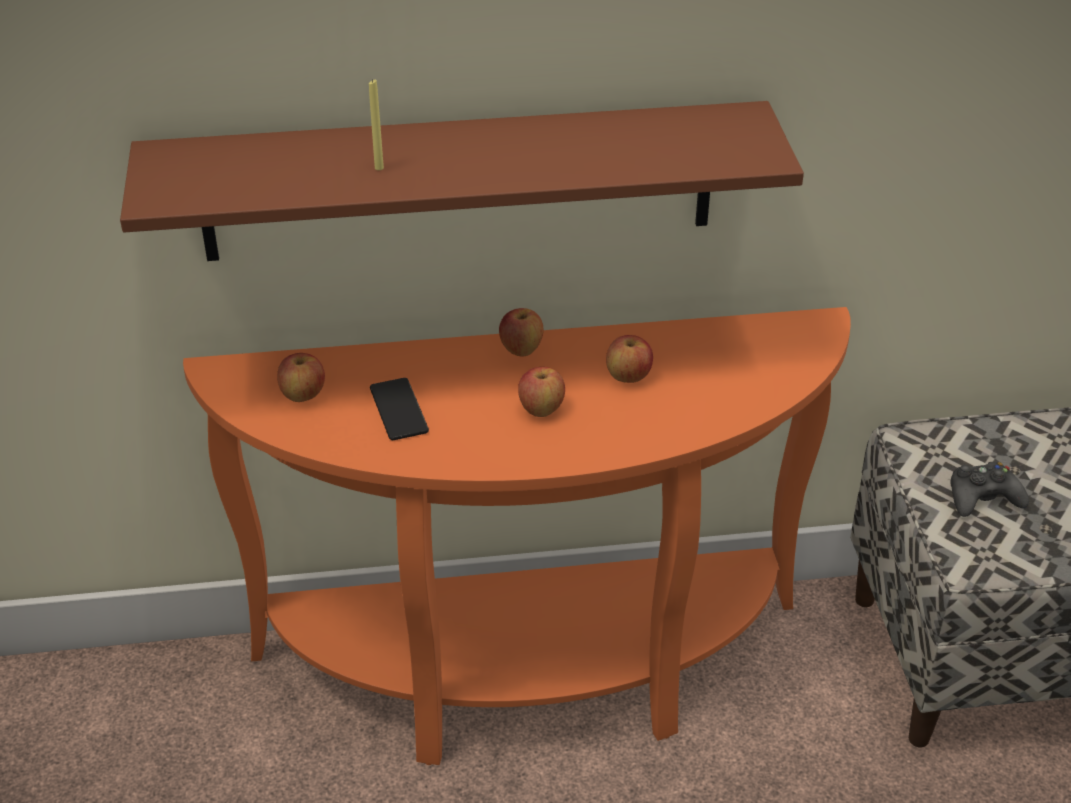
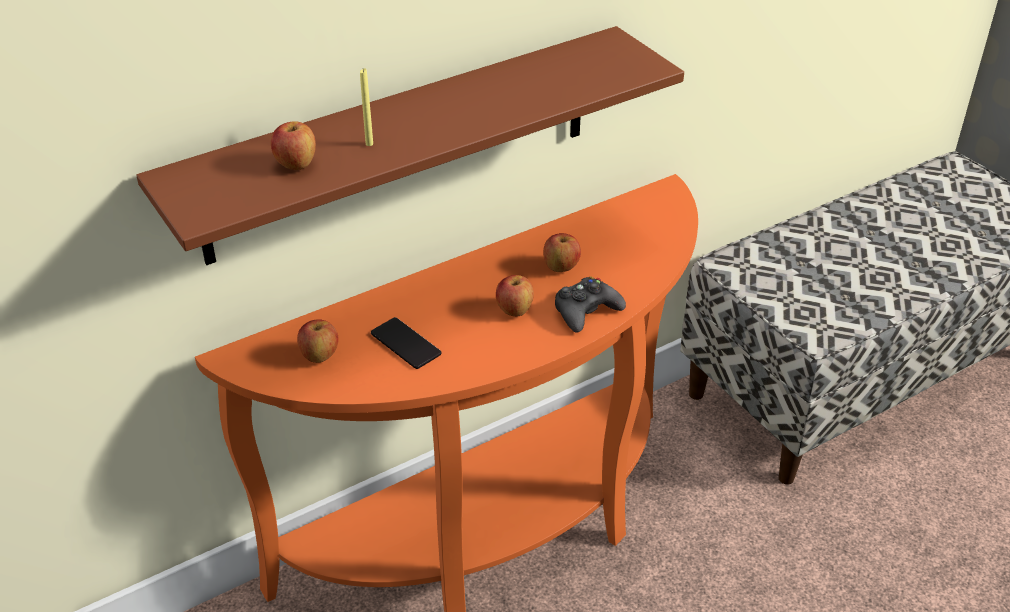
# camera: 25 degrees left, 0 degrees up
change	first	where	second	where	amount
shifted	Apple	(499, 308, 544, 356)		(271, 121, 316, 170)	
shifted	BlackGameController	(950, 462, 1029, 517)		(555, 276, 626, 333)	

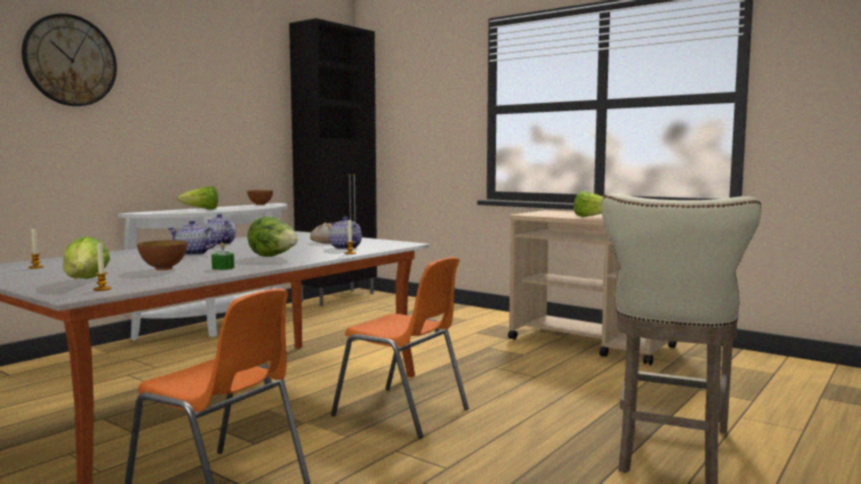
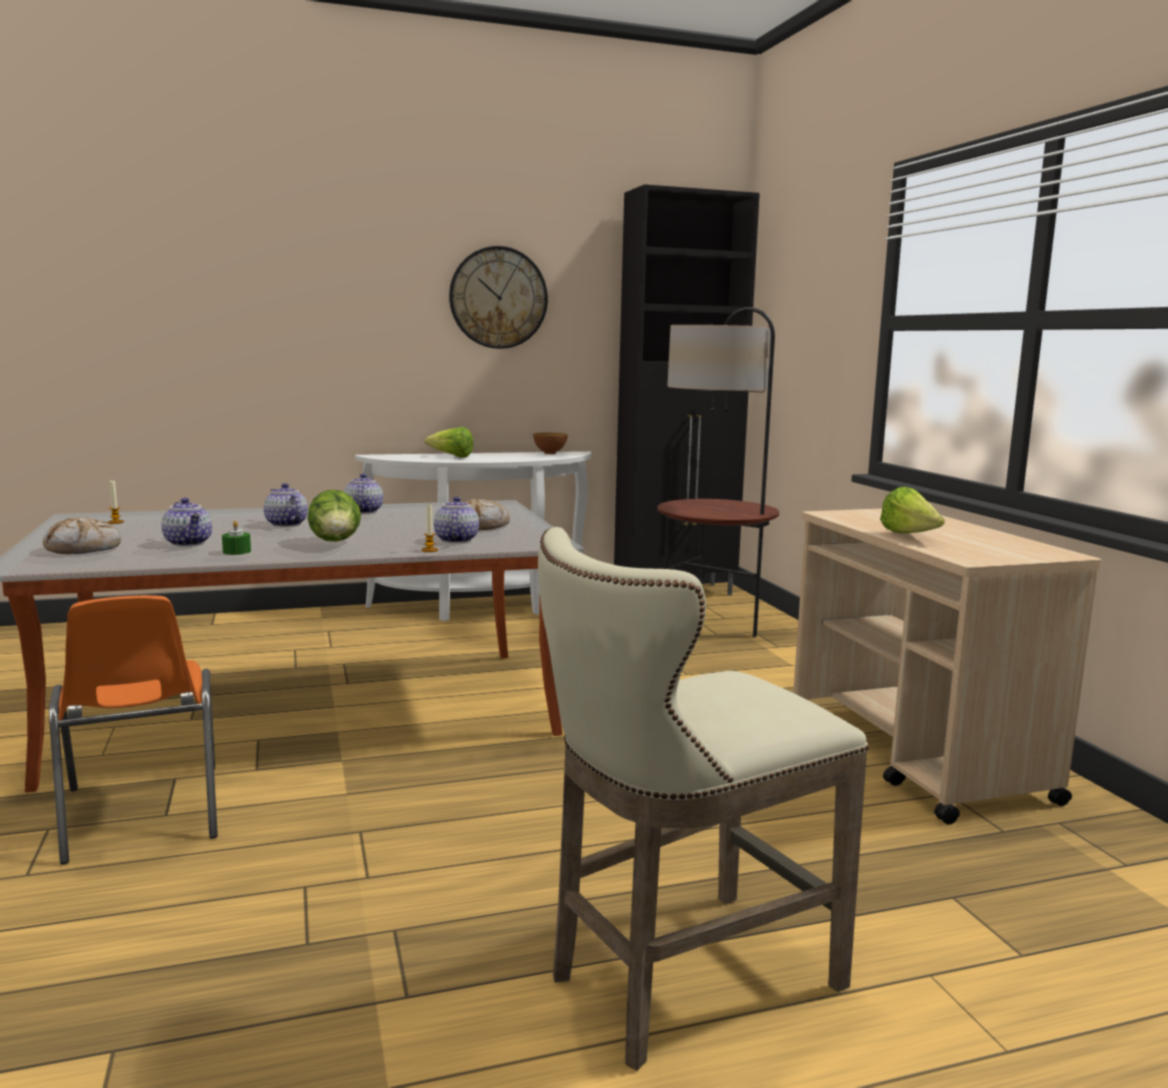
# camera: 35 degrees right, 5 degrees up
change	first	where	second	where	amount
shifted	WallClock	(22, 13, 117, 106)		(449, 246, 548, 349)	
swapped	Lettuce	(63, 236, 110, 279)	Bread	(43, 516, 121, 554)	
swapped	Bowl	(137, 240, 187, 270)	Teapot	(161, 498, 212, 547)	
gone	Candle	(93, 241, 111, 291)			
gone	OrangeChair	(331, 257, 469, 439)			
new			FloorLamp	(658, 307, 779, 637)	

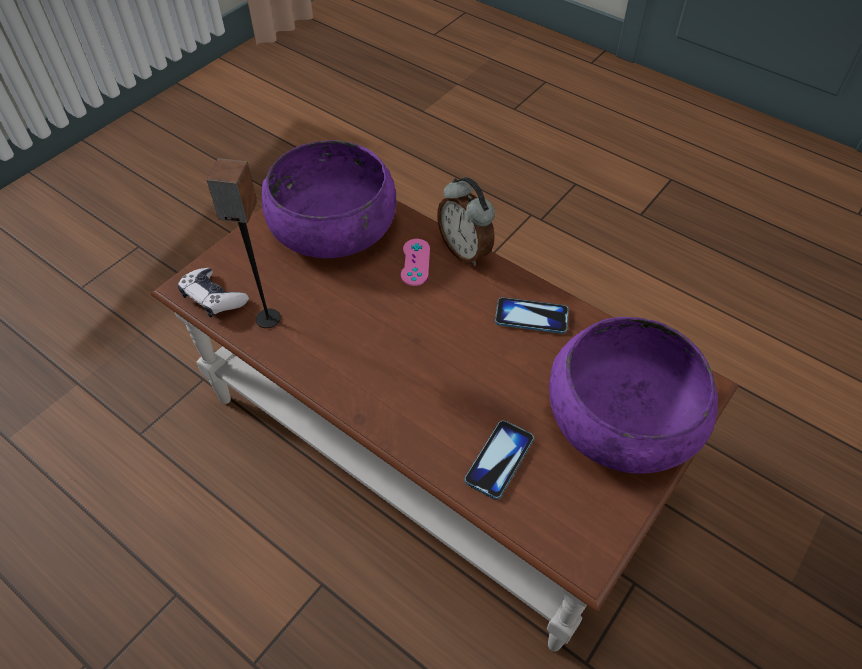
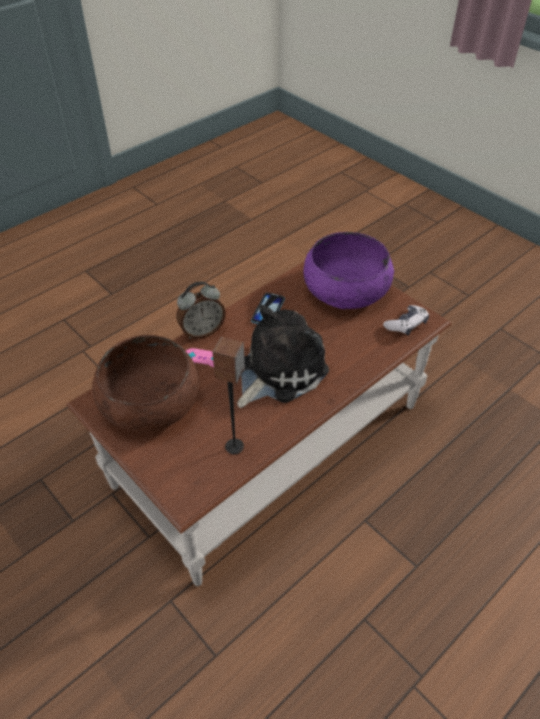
# camera: 80 degrees left, 5 degrees down
change	first	where	second	where	amount
repainted	PurpleBowl	(262, 140, 396, 258)	BrownBowl	(92, 335, 200, 432)	
shifted	GameController	(178, 268, 249, 317)		(383, 305, 429, 336)	
gone	Phone	(465, 420, 534, 499)			
new			PlushToy	(237, 305, 329, 408)	

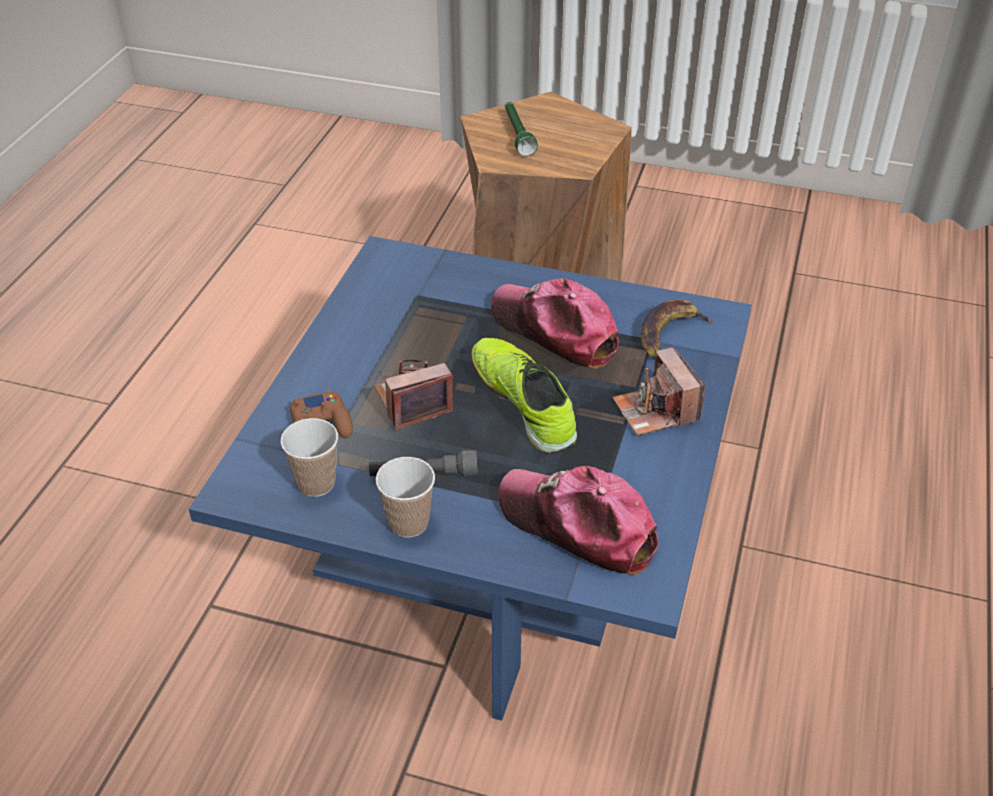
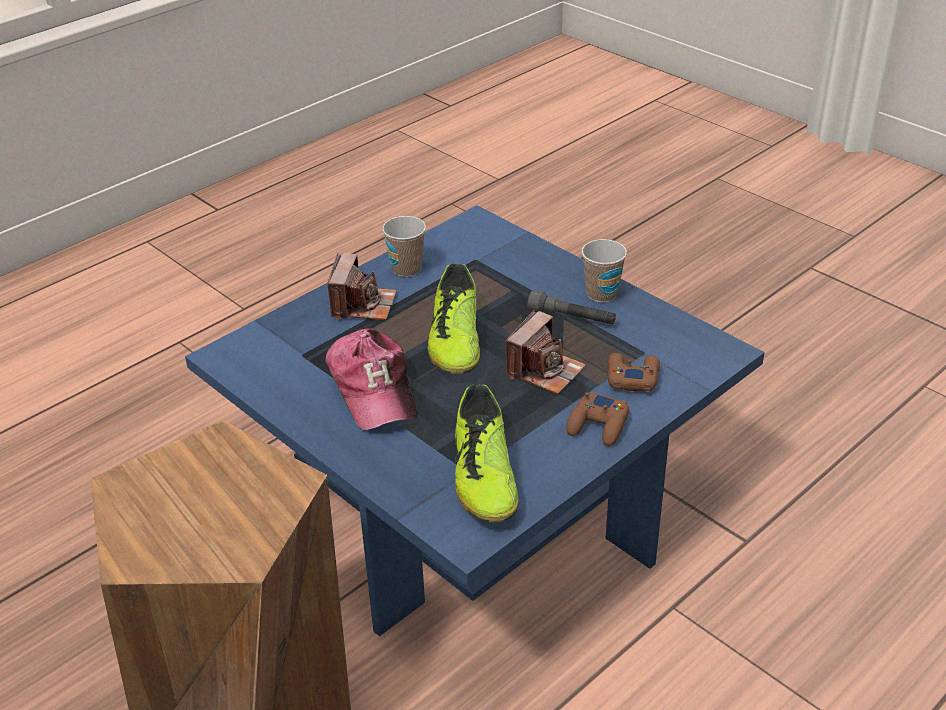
# camera: 150 degrees left, 5 degrees down
change	first	where	second	where	amount
gone	GreenFlashlight	(505, 102, 538, 156)			
gone	Banana	(641, 299, 714, 359)			
rotated	PhotoCamera	(374, 360, 453, 430)		(506, 310, 586, 394)	60 degrees counterclockwise
shifted	Cup	(281, 418, 338, 497)		(382, 216, 426, 277)	
gone	Cap	(498, 466, 658, 575)			
new			Shoe	(455, 385, 518, 522)	
new			BrownGameController	(566, 392, 629, 446)	

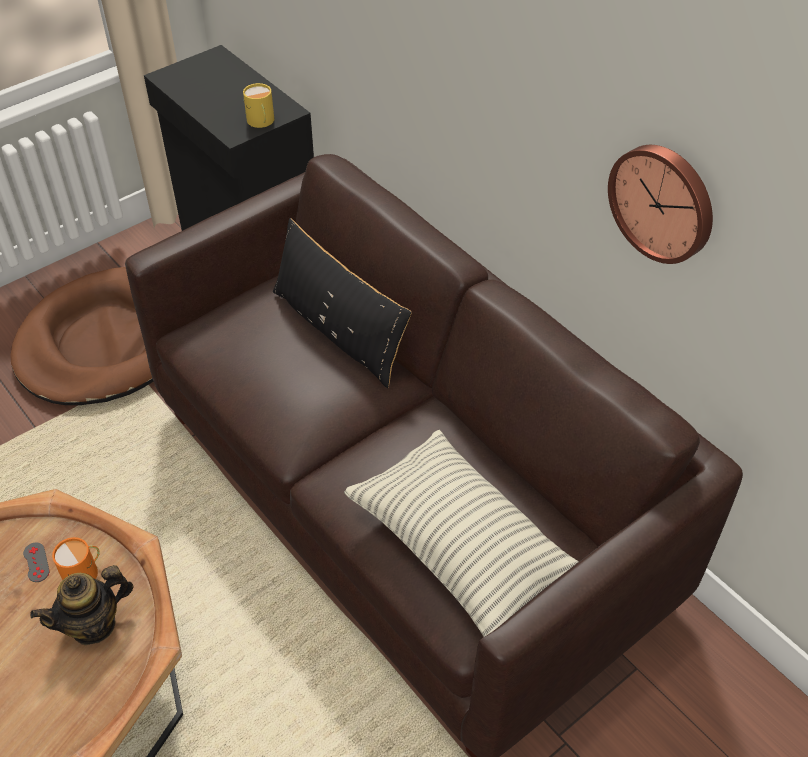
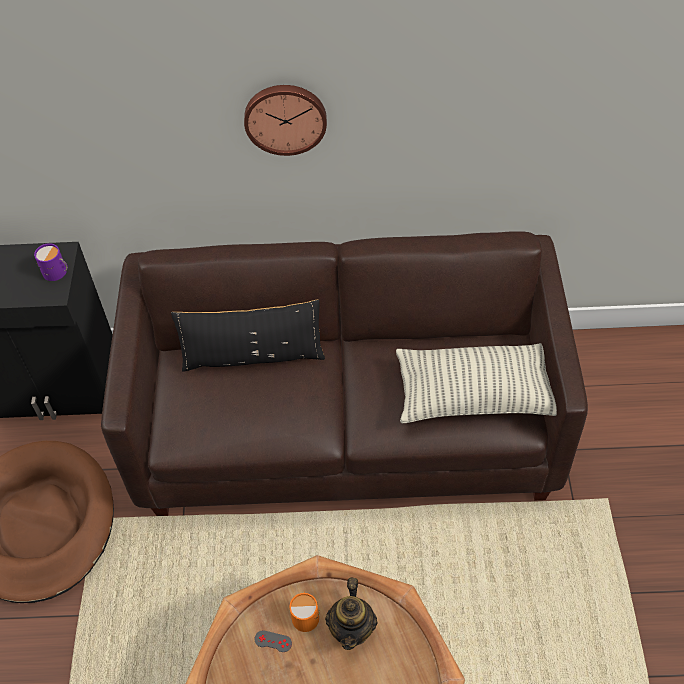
# camera: 50 degrees left, 5 degrees up
change	first	where	second	where	amount
repainted	YellowMug	(243, 83, 274, 128)	PurpleMug	(34, 243, 68, 281)	
shifted	WallClock	(608, 145, 713, 264)		(244, 85, 327, 156)	

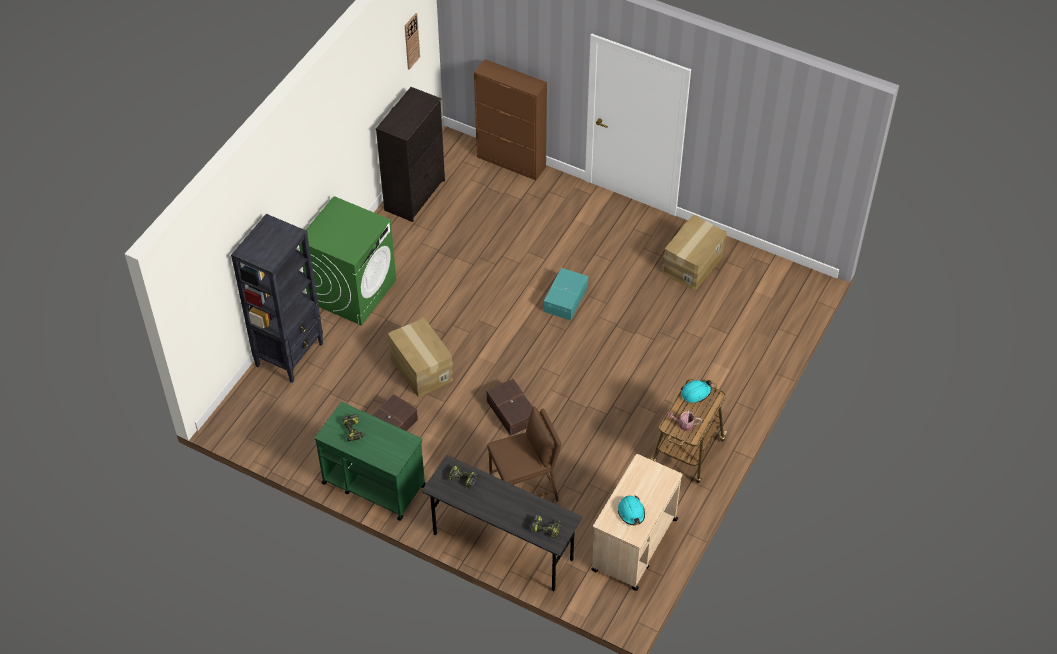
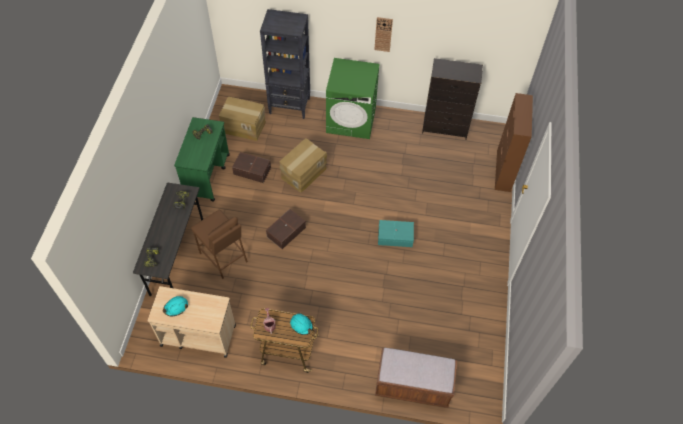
# camera: 70 degrees right, 5 degrees up
change	first	where	second	where	amount
shifted	WallClock	(405, 13, 420, 70)		(374, 17, 393, 52)	
shifted	CardboardBox	(663, 215, 727, 290)		(219, 97, 266, 141)	
new			BrownBench	(375, 348, 457, 408)	

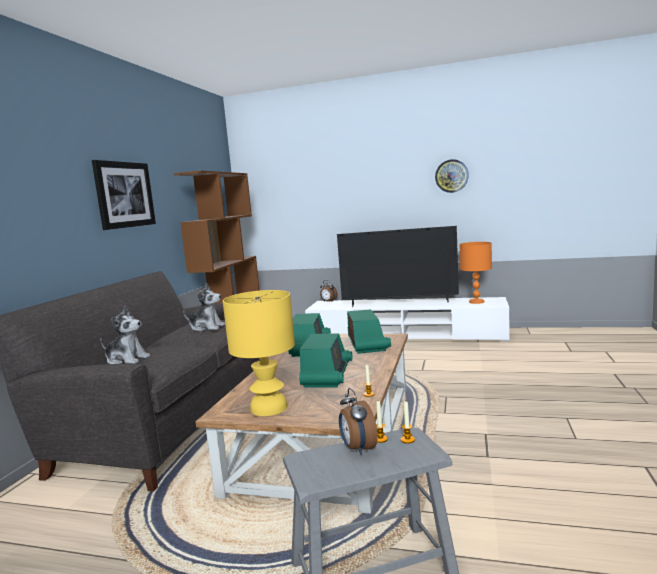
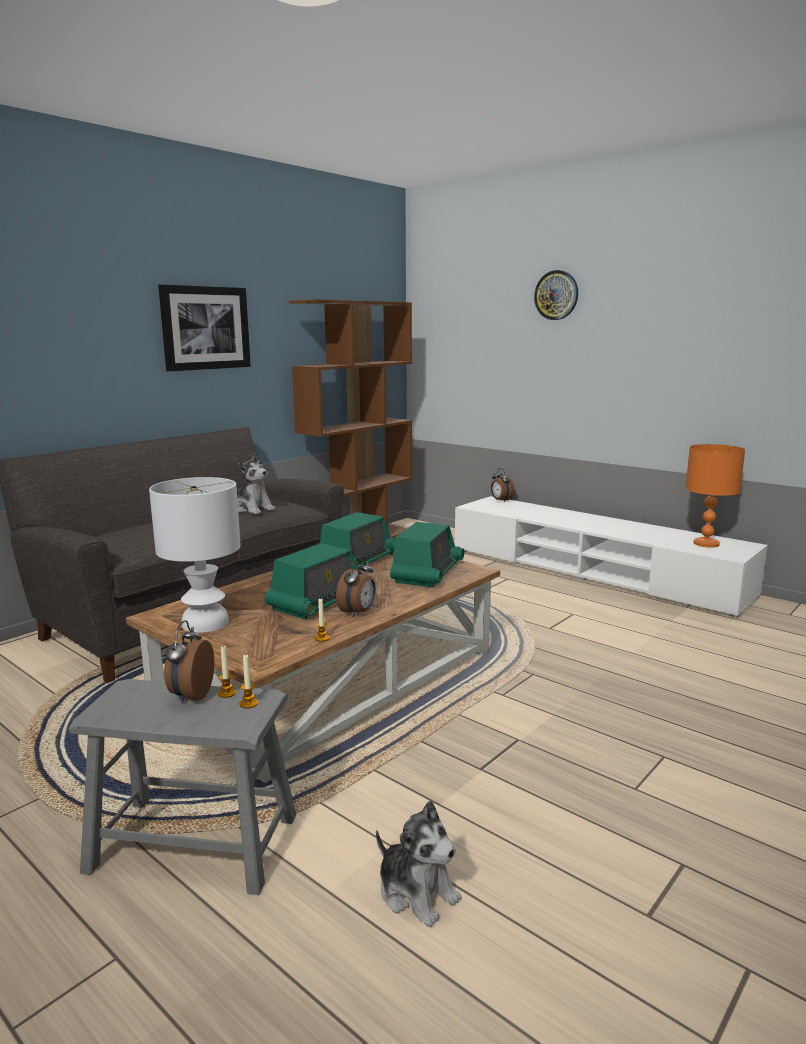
# camera: 25 degrees right, 5 degrees up
change	first	where	second	where	amount
shifted	WallClock	(435, 159, 469, 193)		(534, 270, 578, 320)	
gone	Television	(337, 226, 459, 307)			
repainted	YellowTableLamp	(223, 290, 295, 416)	WhiteTableLamp	(149, 477, 241, 633)	
shifted	PlushToy	(100, 306, 150, 364)		(376, 801, 462, 927)	
new			AlarmClock	(336, 556, 376, 617)	

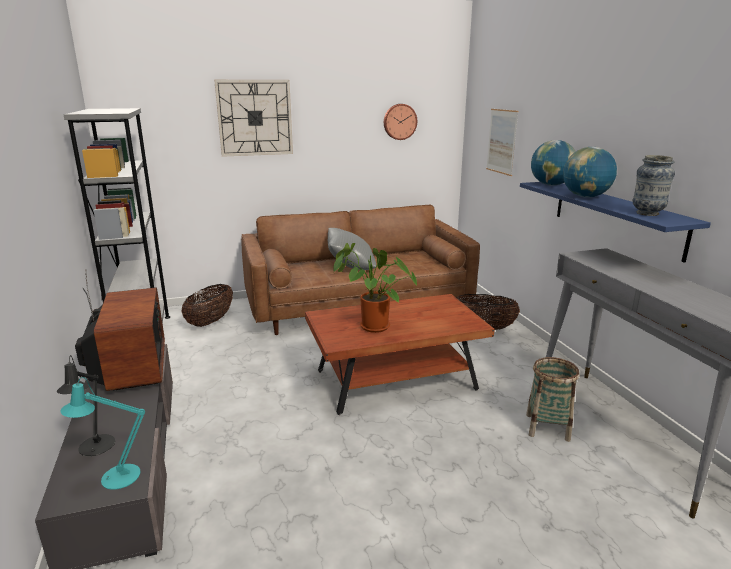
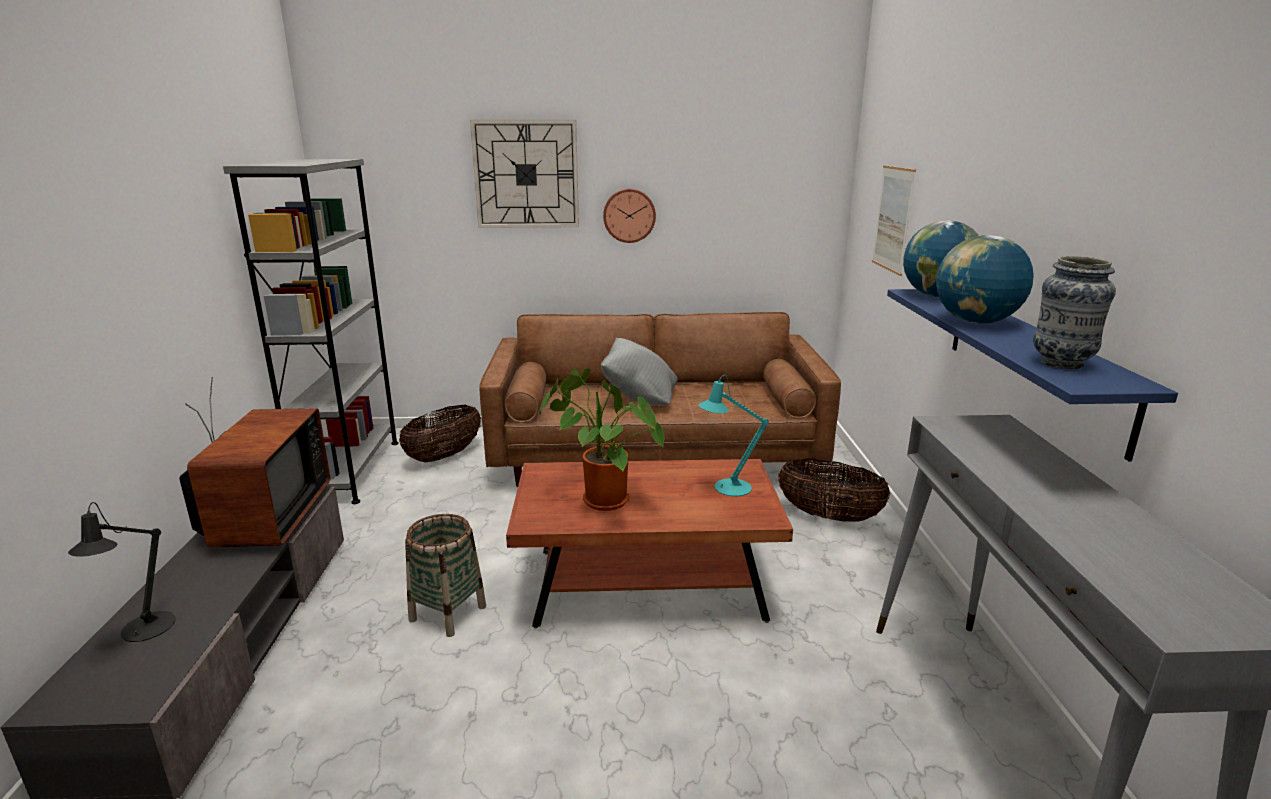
# camera: 15 degrees right, 0 degrees up
change	first	where	second	where	amount
shifted	WallClock	(384, 104, 417, 140)		(603, 189, 656, 243)	
shifted	Basket	(526, 357, 579, 442)		(405, 514, 486, 637)	
shifted	TurquoiseTableLamp	(60, 377, 145, 490)		(699, 375, 769, 496)	

